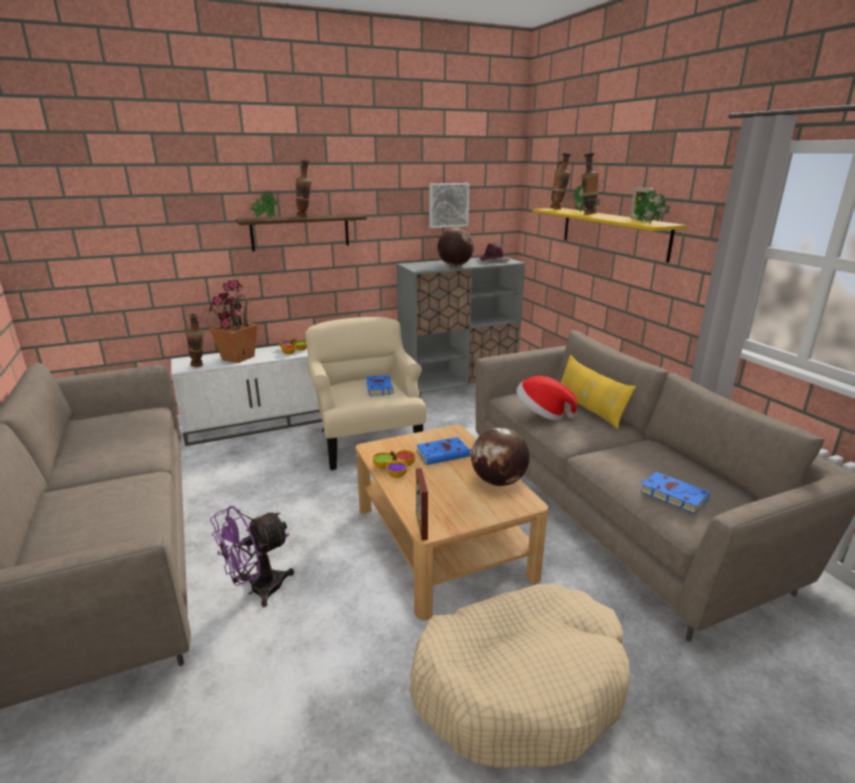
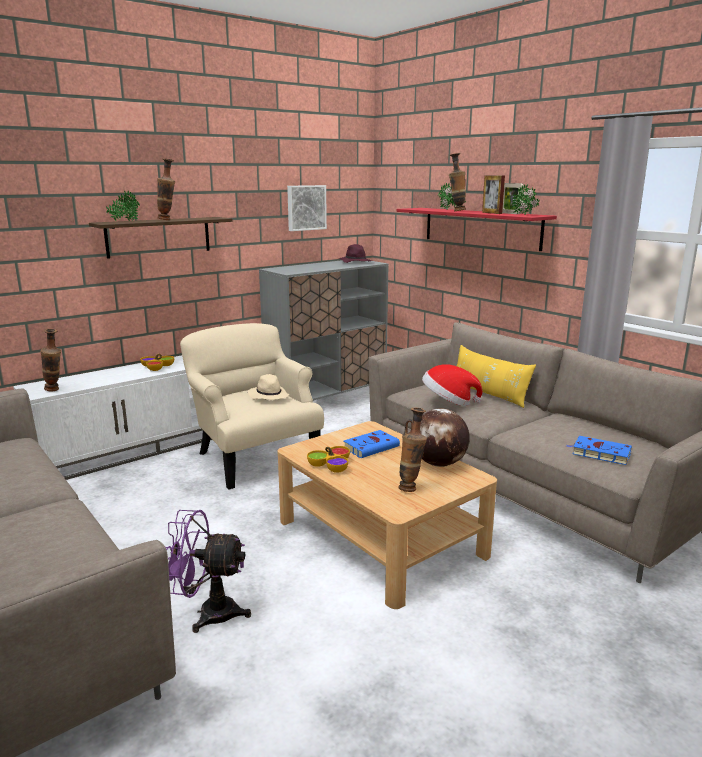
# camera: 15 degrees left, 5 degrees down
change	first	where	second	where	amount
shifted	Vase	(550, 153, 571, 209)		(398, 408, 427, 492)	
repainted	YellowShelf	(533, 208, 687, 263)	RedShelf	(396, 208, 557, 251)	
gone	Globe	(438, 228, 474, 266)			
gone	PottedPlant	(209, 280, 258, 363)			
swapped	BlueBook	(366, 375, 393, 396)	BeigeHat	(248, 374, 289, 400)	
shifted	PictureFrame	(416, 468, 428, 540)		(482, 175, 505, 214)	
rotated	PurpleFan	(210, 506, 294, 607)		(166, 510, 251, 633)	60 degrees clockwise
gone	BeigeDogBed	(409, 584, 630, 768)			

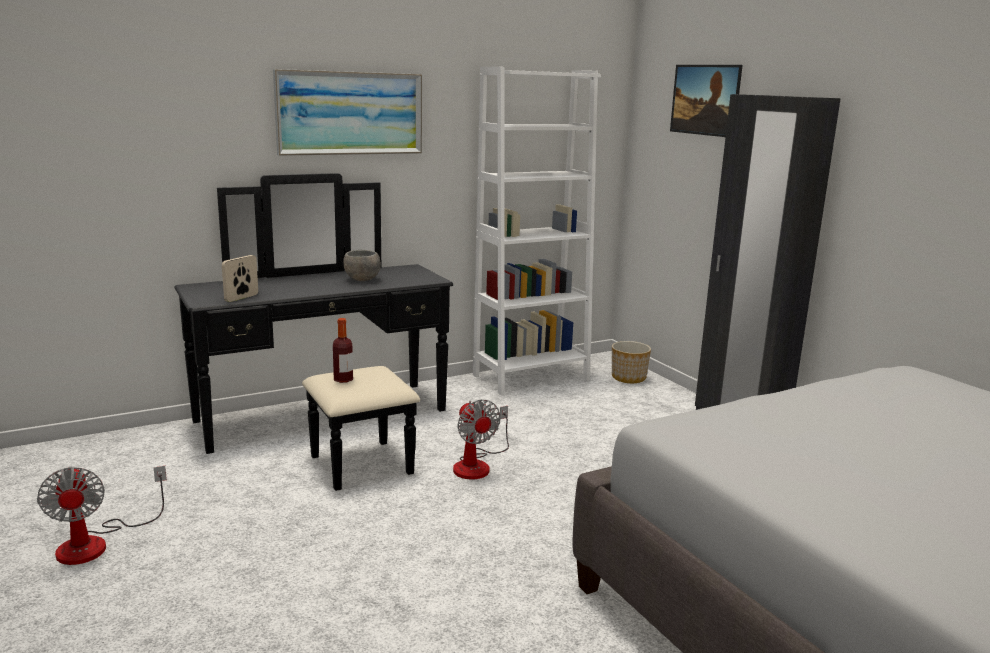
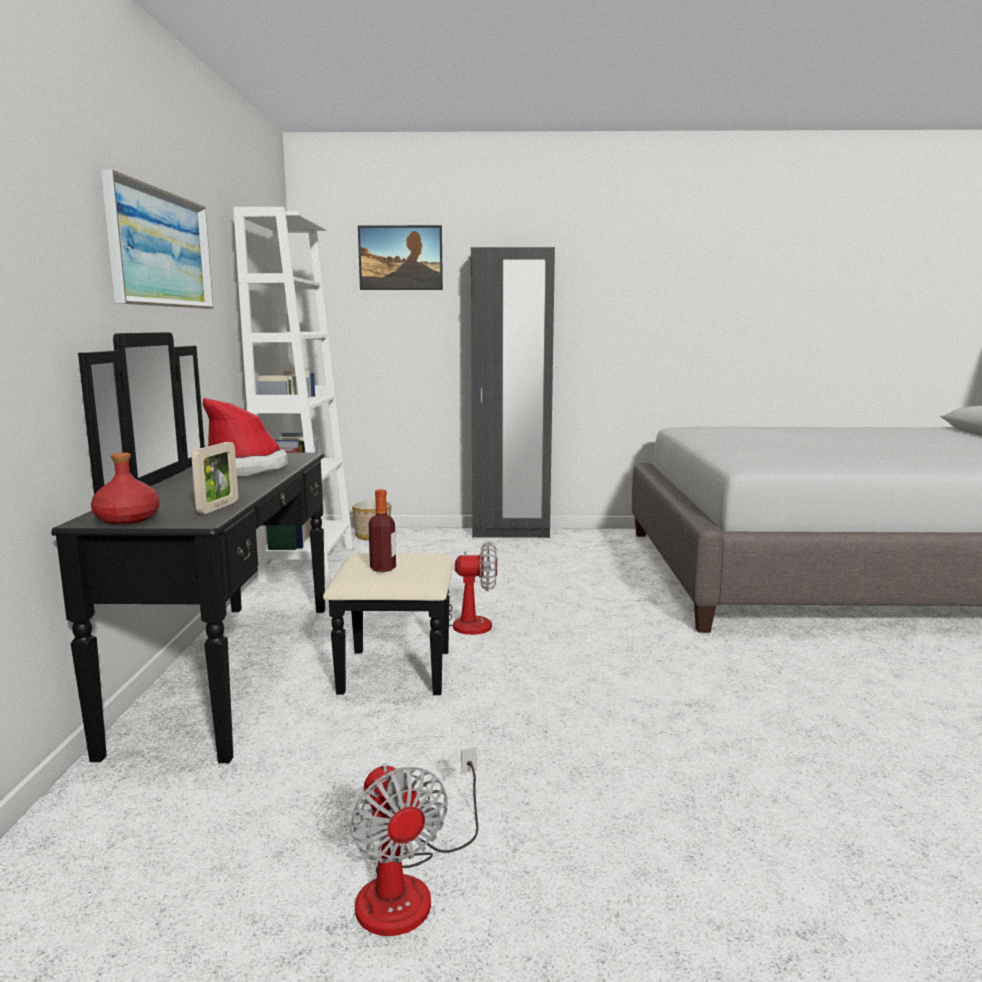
# camera: 60 degrees left, 5 degrees down
change	first	where	second	where	amount
swapped	GreyBowl	(343, 250, 381, 281)	Hat	(203, 398, 288, 476)	
rotated	PictureFrame	(222, 255, 258, 302)		(192, 442, 238, 514)	135 degrees counterclockwise
rotated	Fan	(37, 466, 167, 565)		(350, 747, 478, 936)	60 degrees clockwise
new			RedBottle	(91, 452, 160, 524)	

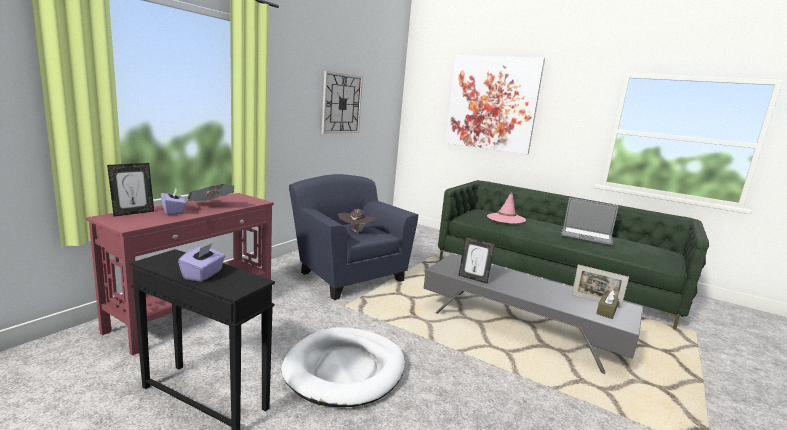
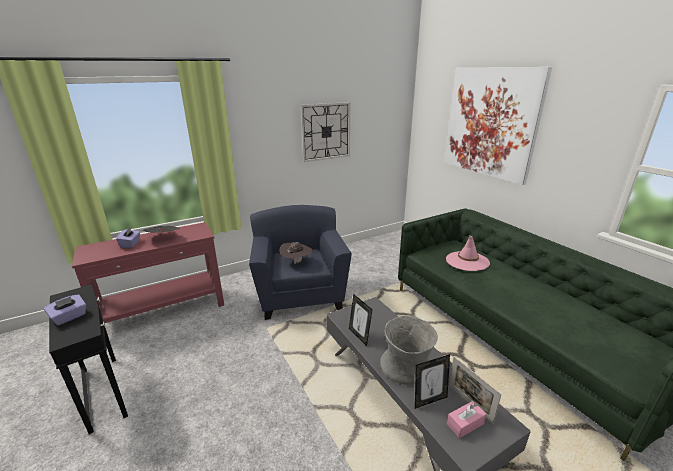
# camera: 30 degrees right, 10 degrees up
change	first	where	second	where	amount
shifted	PictureFrame	(107, 163, 154, 216)		(415, 354, 450, 409)	
gone	Laptop	(561, 198, 618, 245)			
repainted	BrownTissueBox	(596, 290, 619, 319)	PinkTissueBox	(447, 401, 486, 438)	
gone	WhiteDogBed	(281, 327, 405, 407)			
new			GreyVase	(380, 316, 438, 385)	

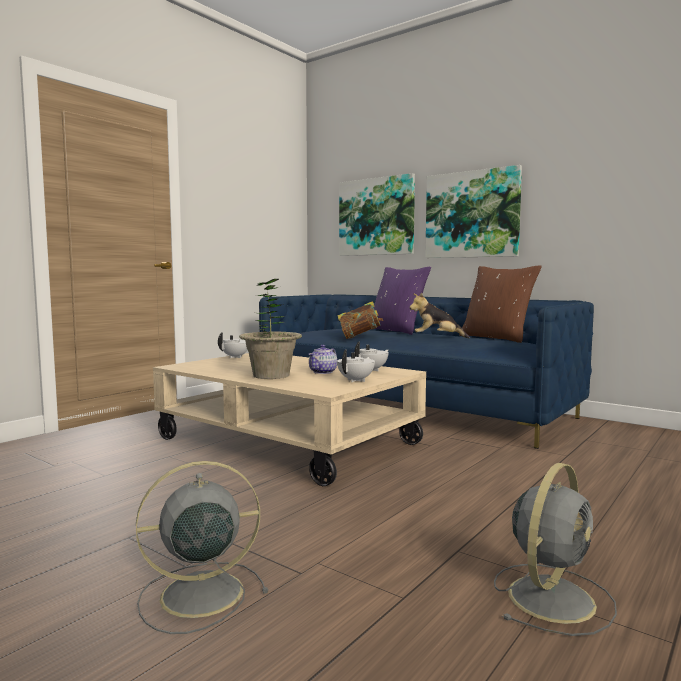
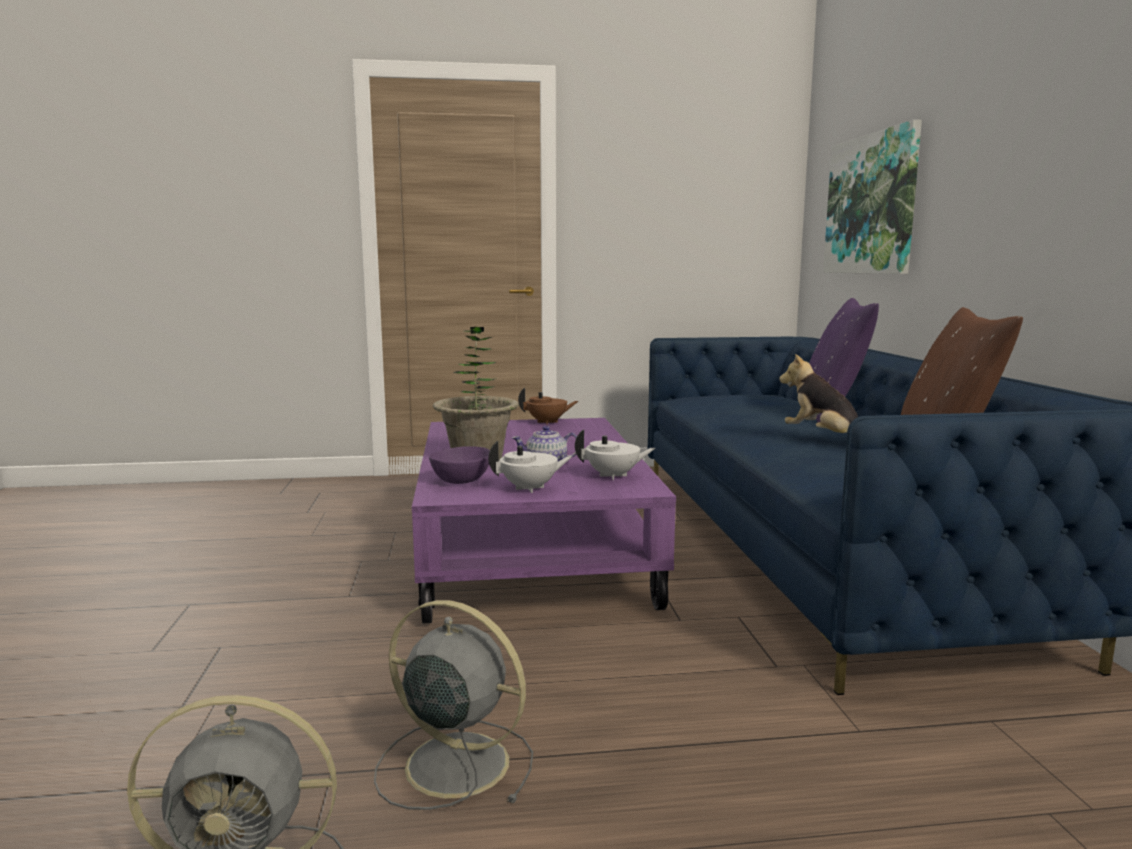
# camera: 45 degrees right, 5 degrees up
change	first	where	second	where	amount
gone	Picture	(425, 165, 522, 258)			
gone	Book	(338, 301, 383, 339)			
repainted	WhiteTeapot	(218, 332, 248, 358)	BrownTeapot	(518, 388, 578, 425)	
repainted	BeigeCoffeeTable	(153, 353, 426, 486)	PurpleCoffeeTable	(412, 418, 676, 623)	
shifted	GreyFan	(136, 461, 268, 634)		(374, 600, 533, 810)	
new			PurpleBowl	(429, 446, 490, 484)	

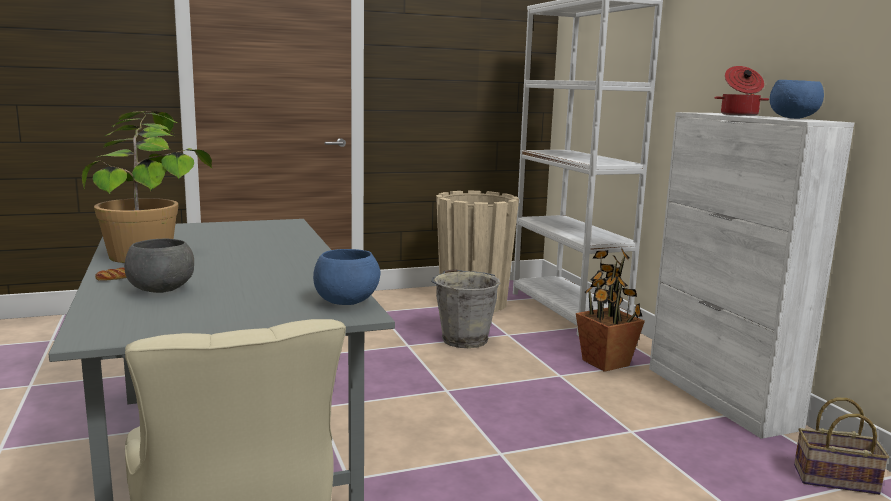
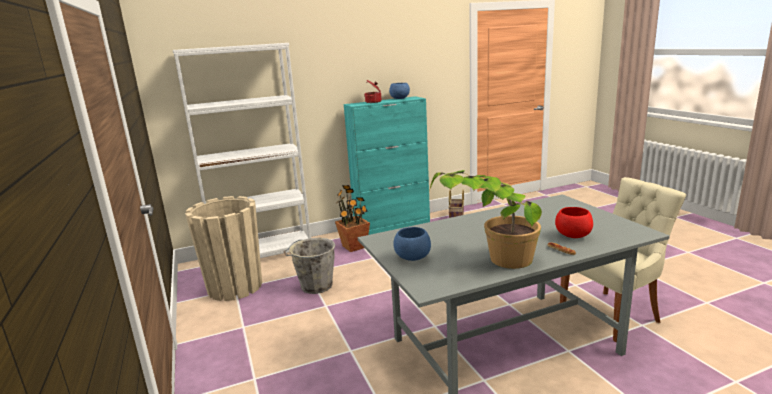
# camera: 90 degrees left, 5 degrees up
change	first	where	second	where	amount
repainted	WhiteCabinet	(649, 112, 854, 439)	TurquoiseCabinet	(344, 96, 430, 235)	
repainted	GreyBowl	(124, 239, 194, 293)	RedBowl	(555, 207, 593, 238)	
shifted	BlueBowl	(313, 249, 380, 305)		(393, 227, 431, 261)	

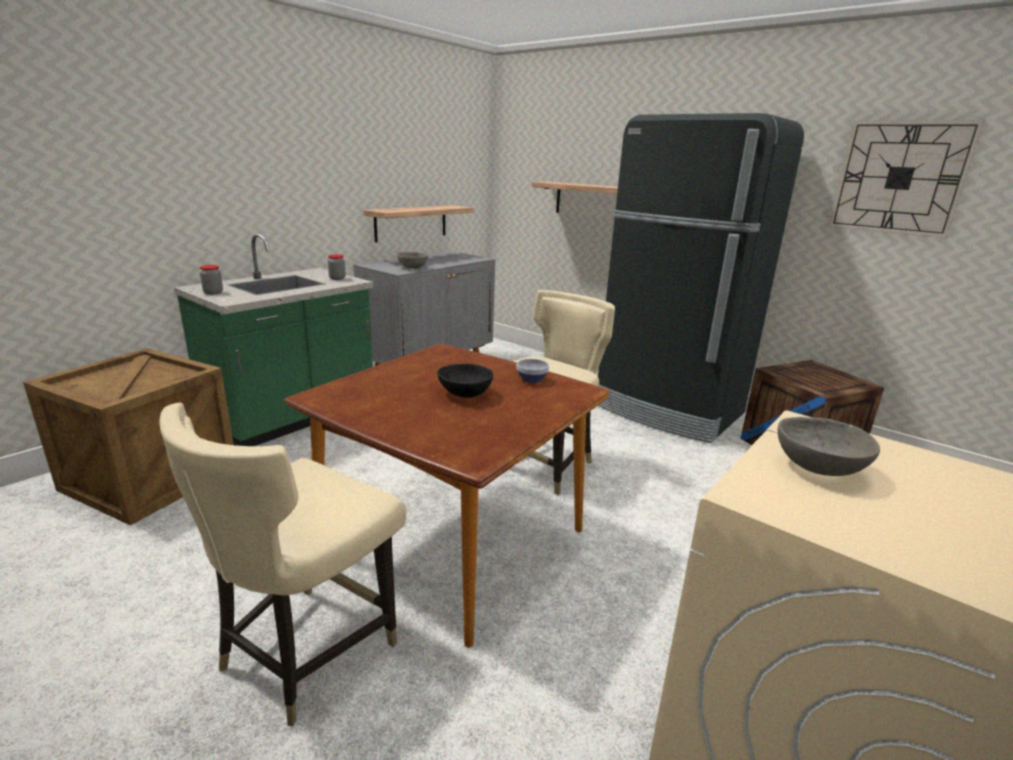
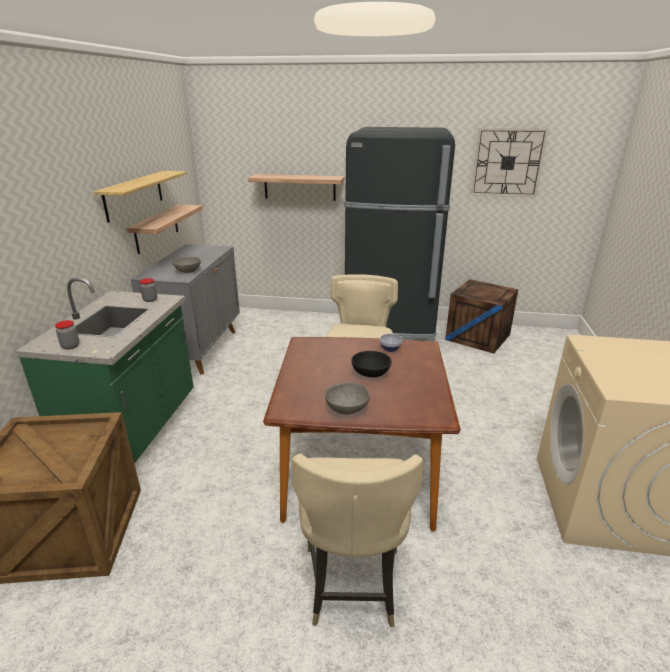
# camera: 30 degrees left, 5 degrees up
change	first	where	second	where	amount
shifted	GreyBowl	(778, 417, 880, 476)		(325, 382, 370, 415)	
new			Shelf	(93, 171, 187, 223)	

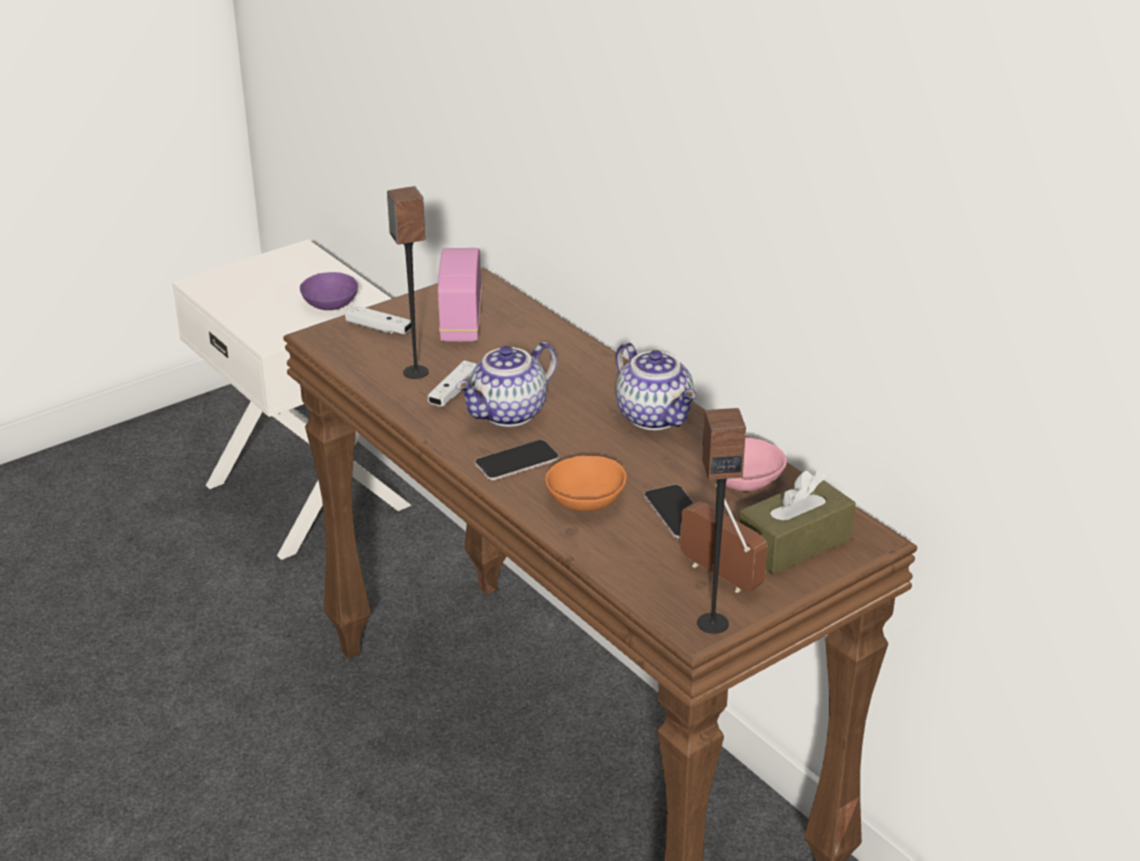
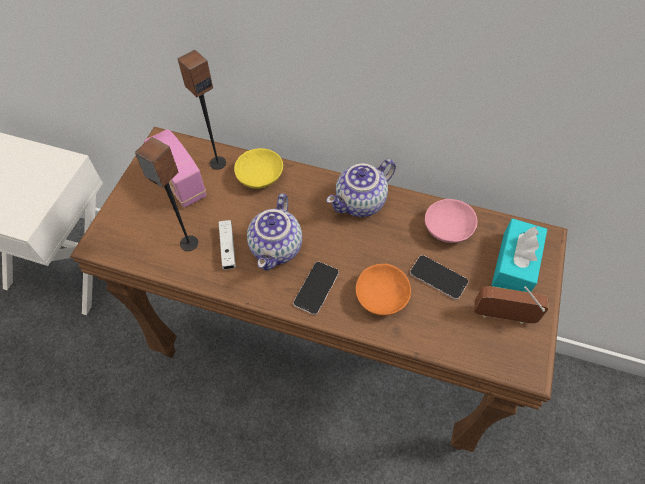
# camera: 35 degrees left, 25 degrees up
change	first	where	second	where	amount
gone	PurpleBowl	(300, 272, 358, 310)			
gone	WhiteGameController	(345, 305, 411, 334)			
rotated	Teapot	(616, 342, 697, 430)		(326, 159, 396, 217)	120 degrees clockwise
shifted	Speaker	(697, 408, 746, 634)		(177, 50, 226, 170)	
repainted	BrownTissueBox	(739, 470, 856, 574)	TurquoiseTissueBox	(491, 218, 547, 292)	
new			YellowBowl	(234, 148, 283, 189)	

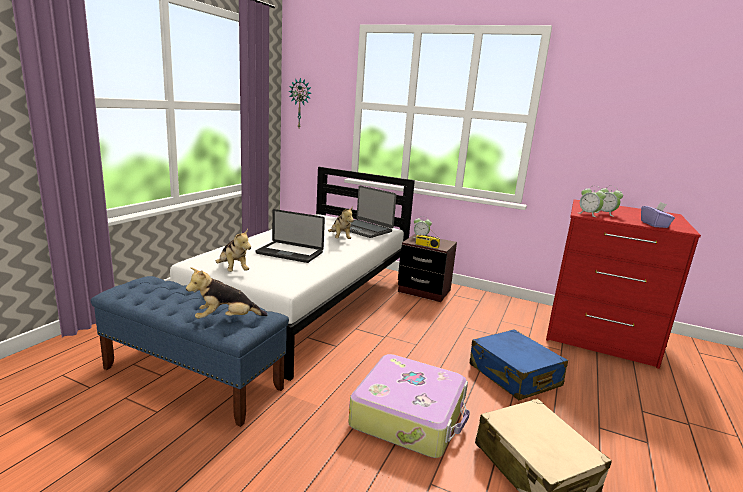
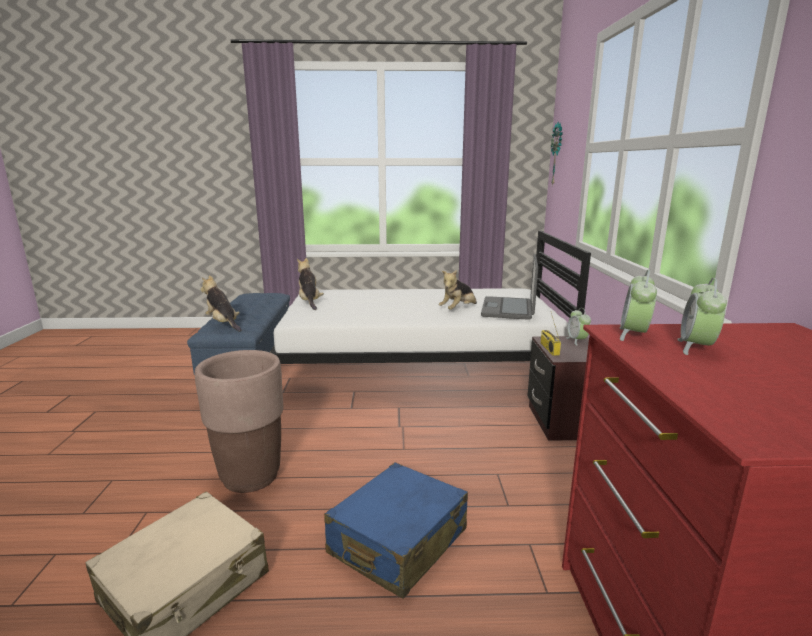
# camera: 65 degrees right, 0 degrees up
change	first	where	second	where	amount
gone	PurpleTissueBox	(641, 202, 675, 228)			
gone	Laptop	(255, 209, 325, 263)			
rotated	PlushToy	(216, 229, 251, 272)		(297, 258, 324, 310)	135 degrees clockwise
swapped	Suitcase	(348, 354, 470, 458)	BrownPlanter	(195, 350, 283, 493)	

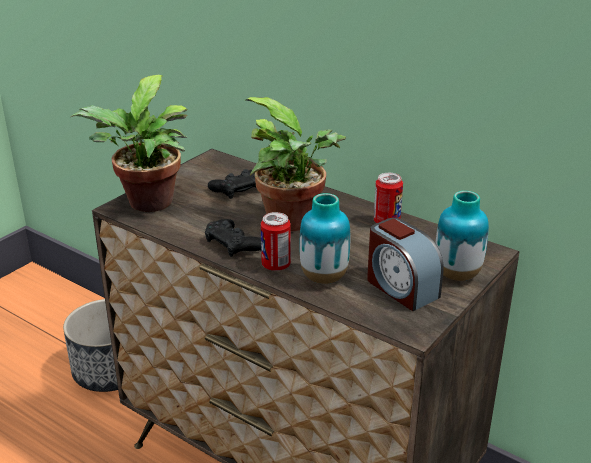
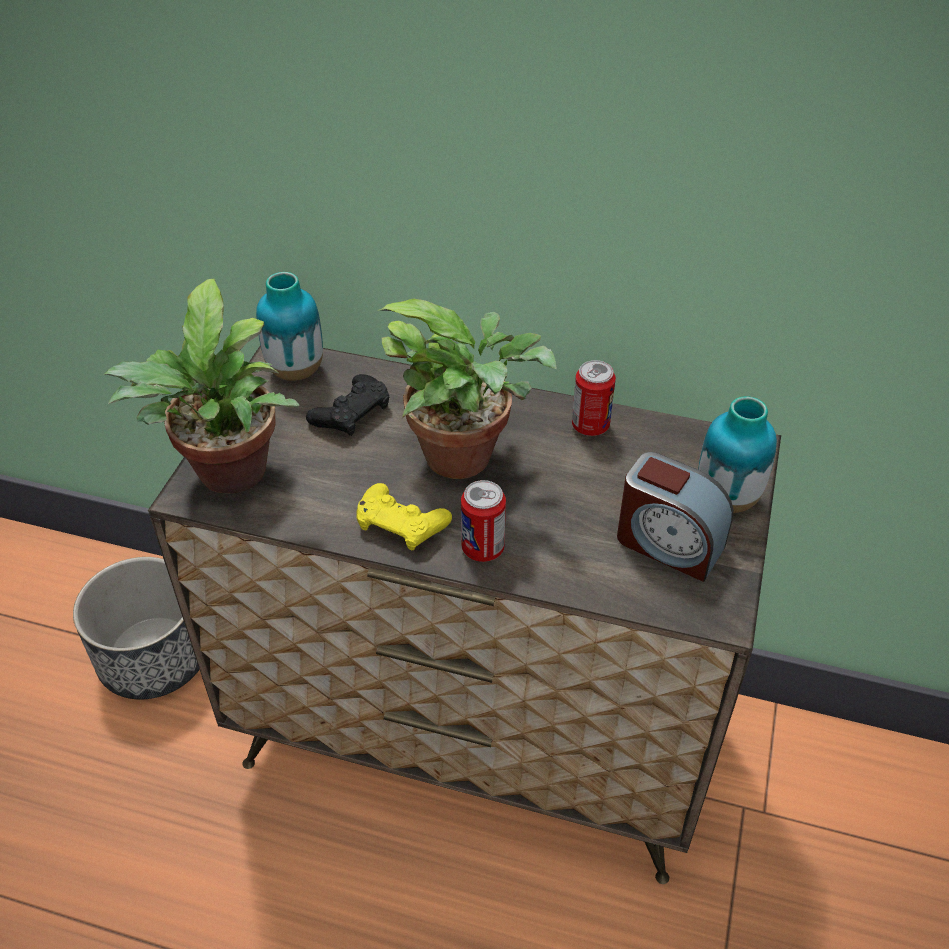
# camera: 20 degrees left, 15 degrees up
change	first	where	second	where	amount
shifted	Vase	(300, 193, 350, 284)		(256, 272, 323, 381)	
repainted	BlackGameController	(205, 219, 261, 257)	YellowGameController	(357, 483, 452, 551)	

